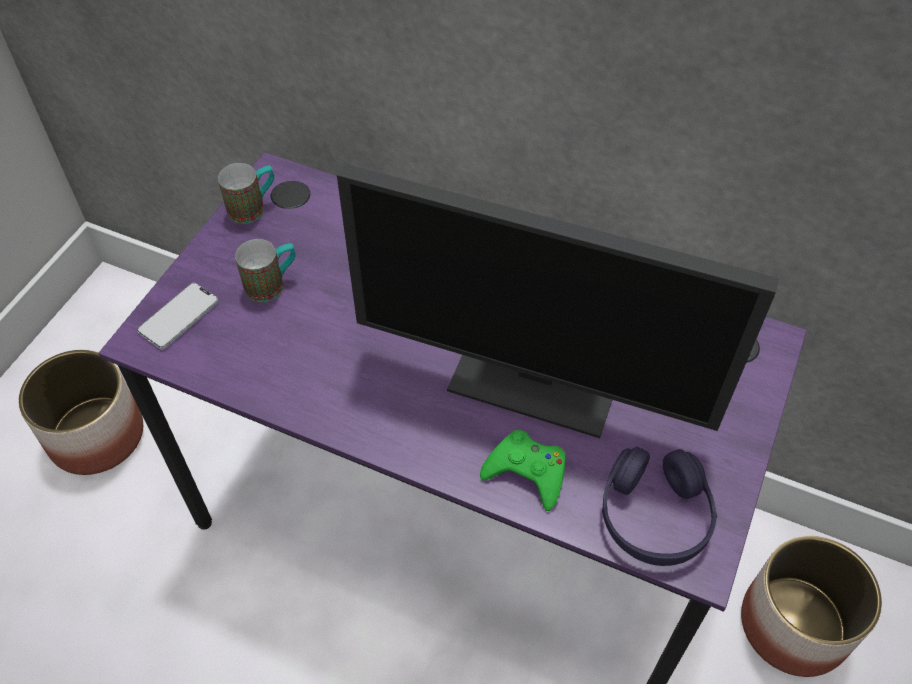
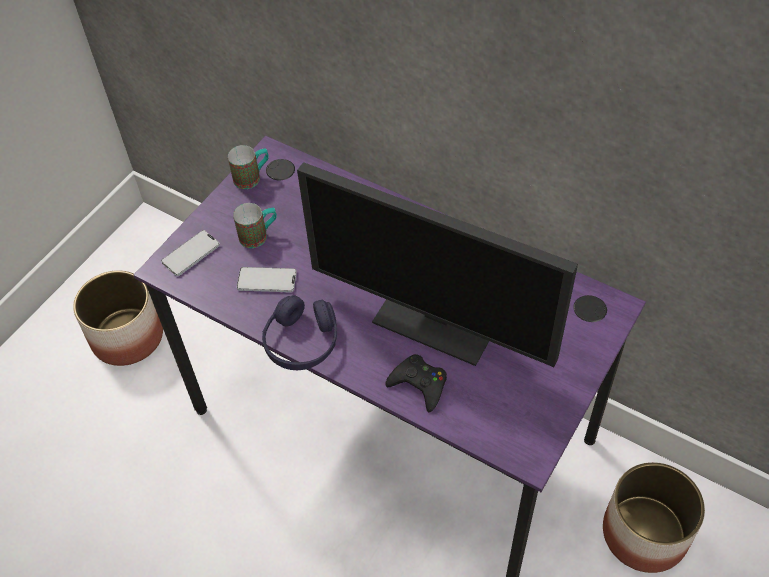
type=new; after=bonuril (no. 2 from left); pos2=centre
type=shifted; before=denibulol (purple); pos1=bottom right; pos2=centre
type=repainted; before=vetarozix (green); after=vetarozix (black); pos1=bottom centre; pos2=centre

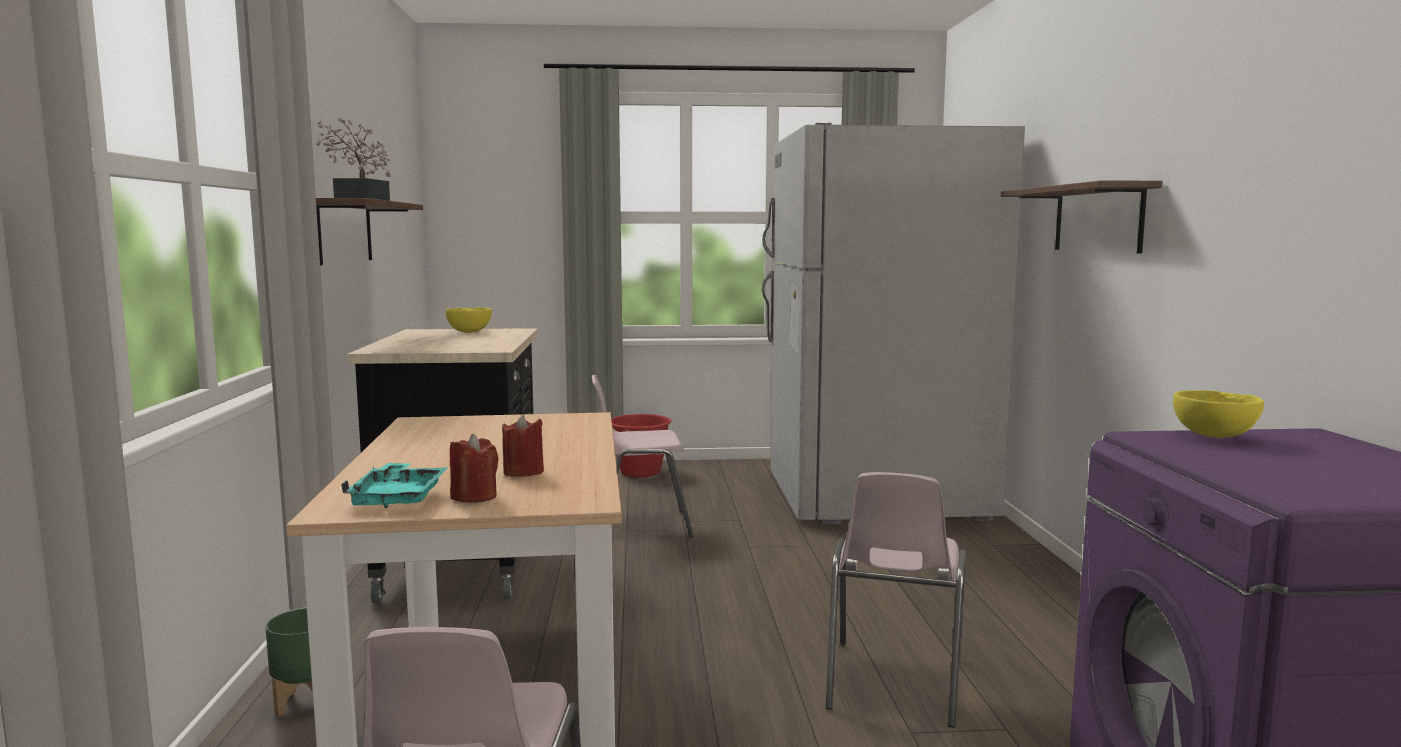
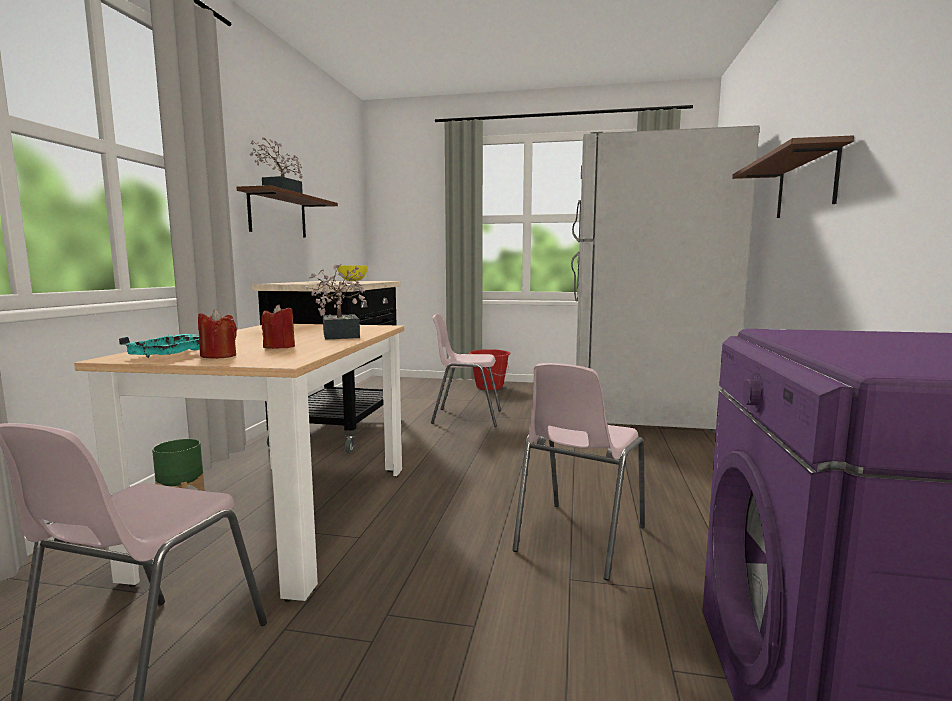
type=new; after=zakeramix (no. 2 from left); pos2=centre
type=gone; before=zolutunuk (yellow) (no. 2 from left); pos1=middle right

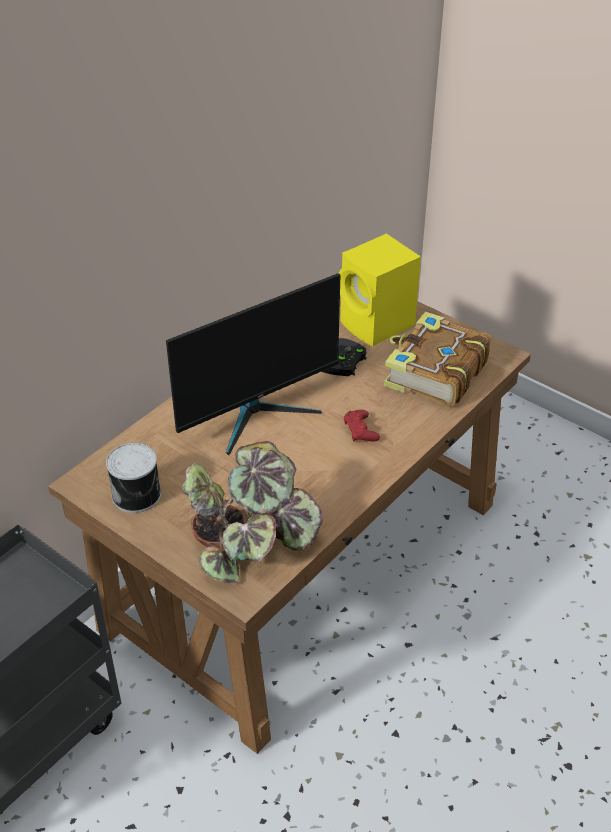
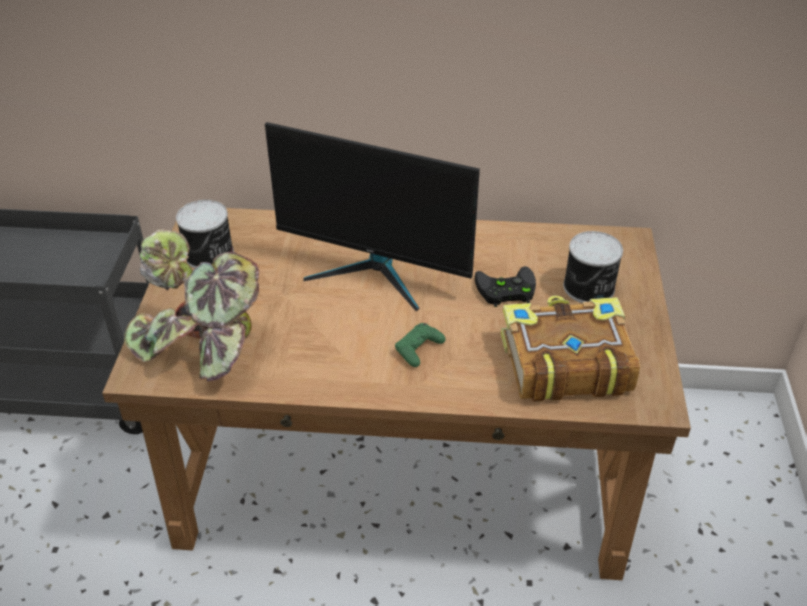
type=repainted; before=vetarozix (red); after=vetarozix (green); pos1=centre; pos2=centre
type=swapped; before=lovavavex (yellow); after=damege (no. 2 from left); pos1=centre; pos2=middle right

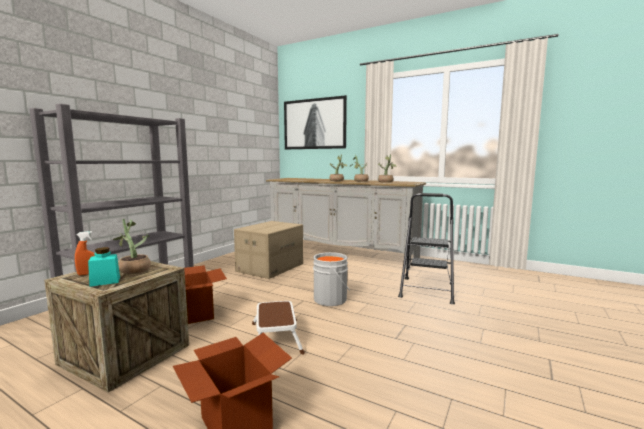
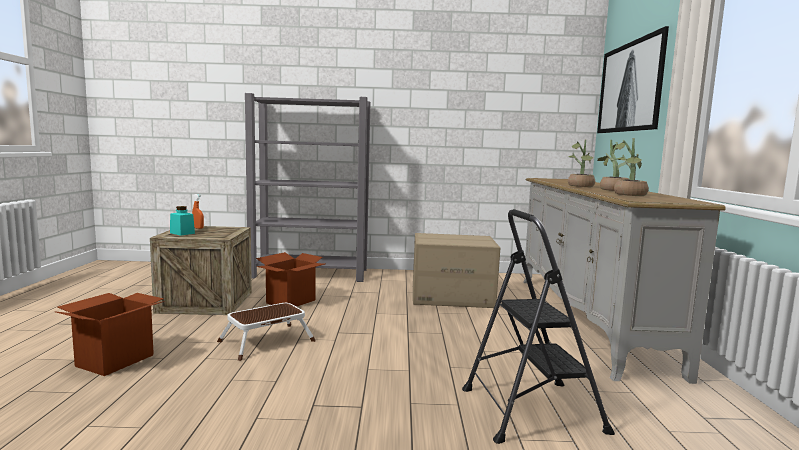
type=gone; before=zakeramix (no. 1 from left); pos1=middle left
type=gone; before=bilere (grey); pos1=centre

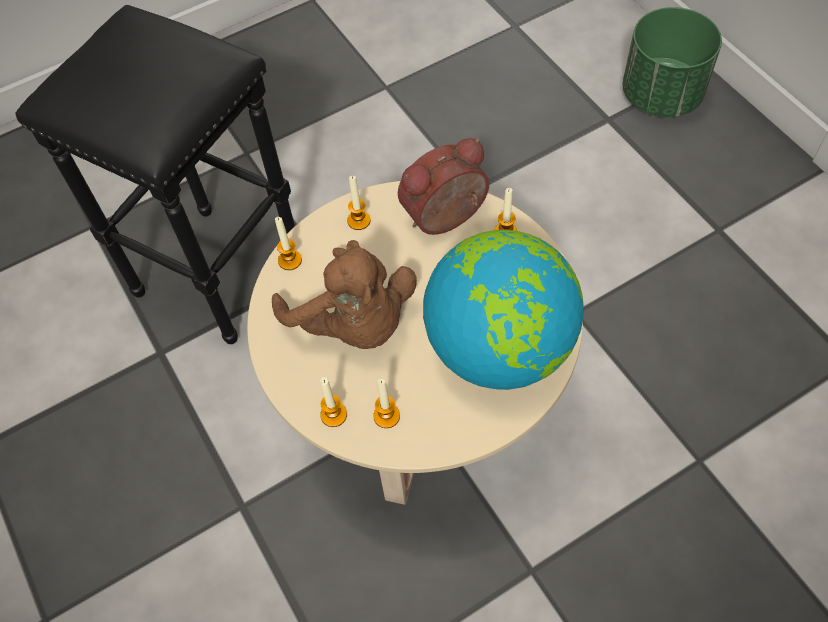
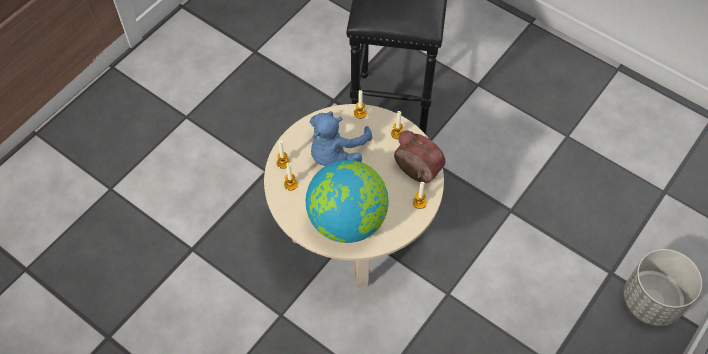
type=repainted; before=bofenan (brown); after=bofenan (blue); pos1=centre; pos2=centre
type=repainted; before=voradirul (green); after=voradirul (grey); pos1=top right; pos2=bottom right

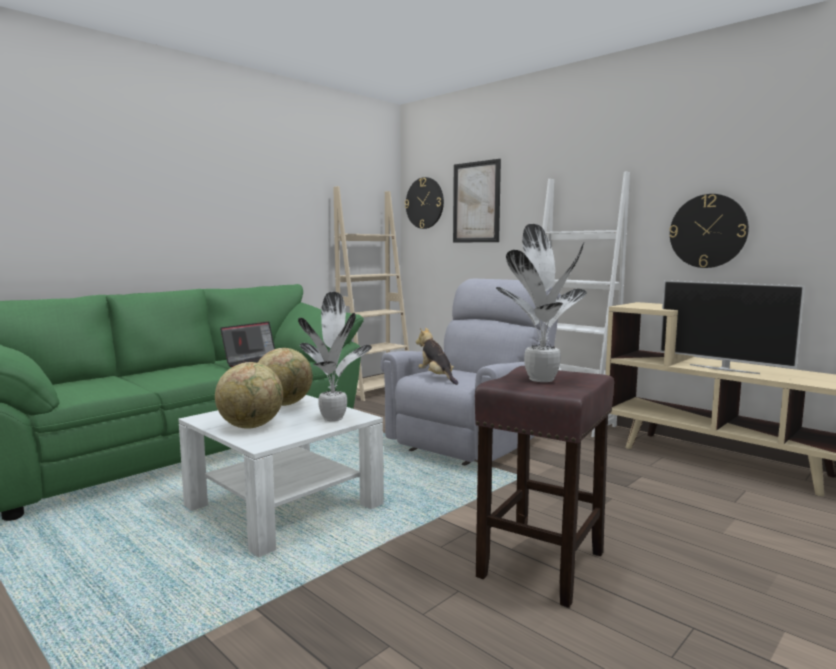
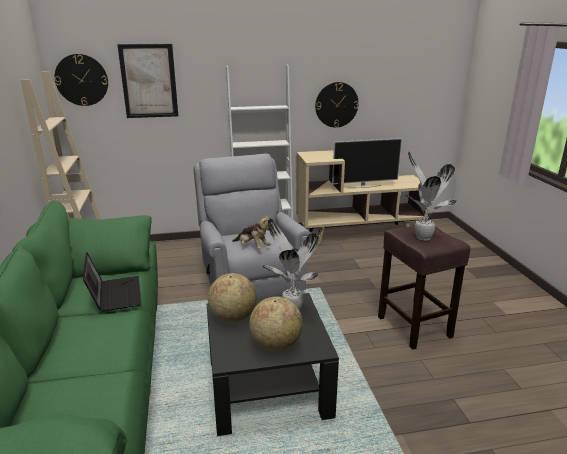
type=repainted; before=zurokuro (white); after=zurokuro (black); pos1=bottom centre; pos2=bottom centre
type=rotated; before=bofenan; pos1=centre; pos2=centre; turn=-150

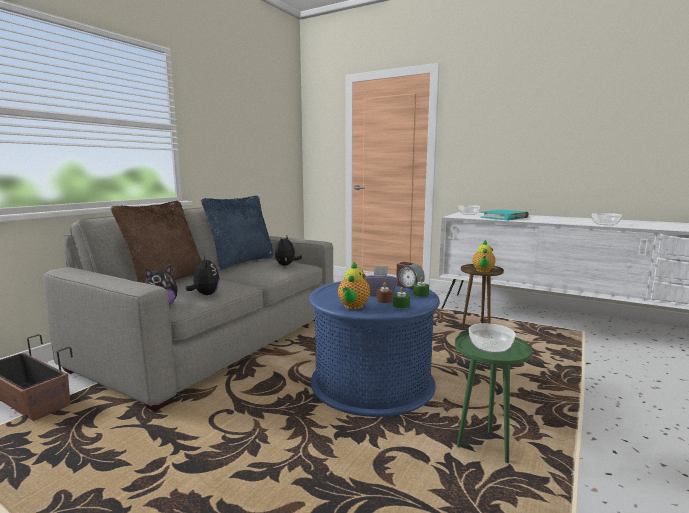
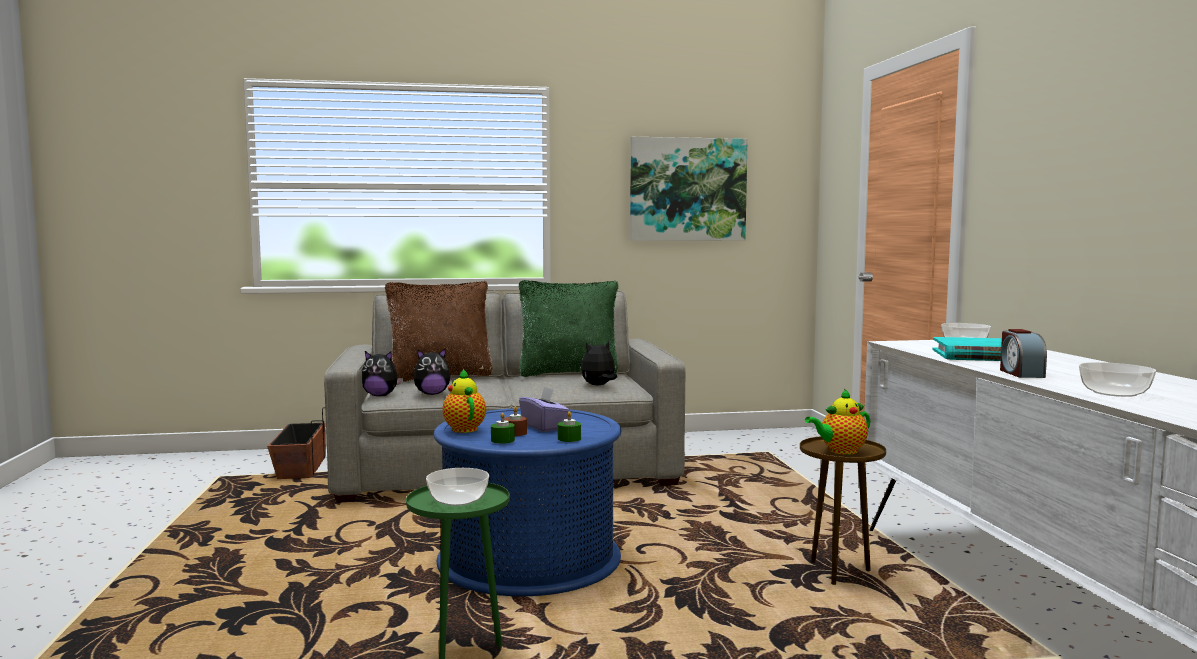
type=rotated; before=bofenan (no. 2 from left); pos1=middle left; pos2=centre; turn=45
type=rotated; before=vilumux (no. 1 from left); pos1=centre; pos2=centre; turn=90
type=repainted; before=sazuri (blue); after=sazuri (green); pos1=centre; pos2=centre
type=new; after=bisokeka; pos2=top centre
type=shifted; before=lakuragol; pos1=centre; pos2=middle right

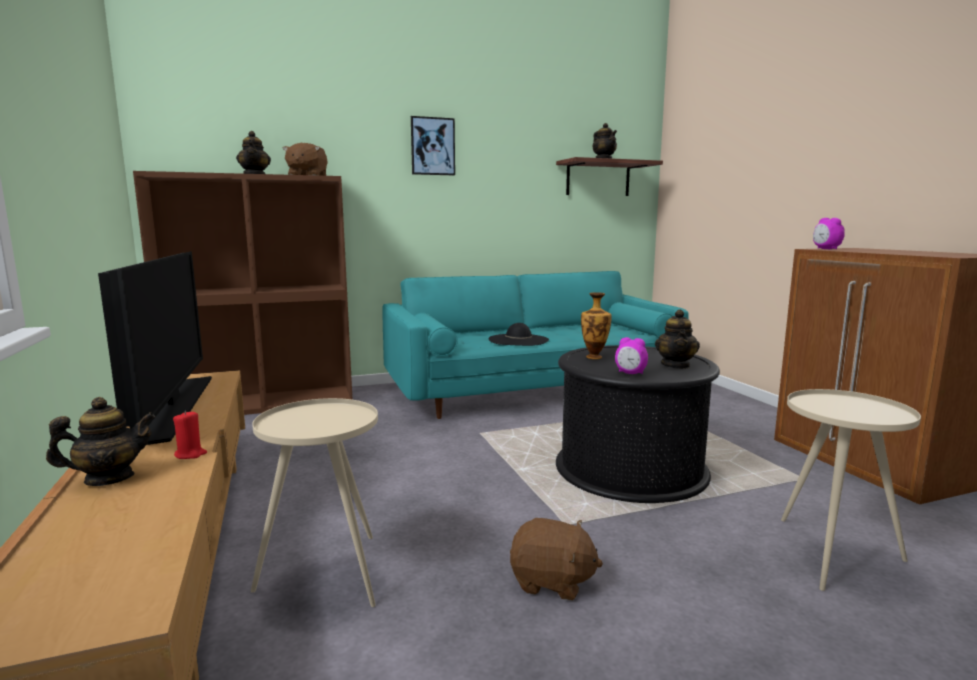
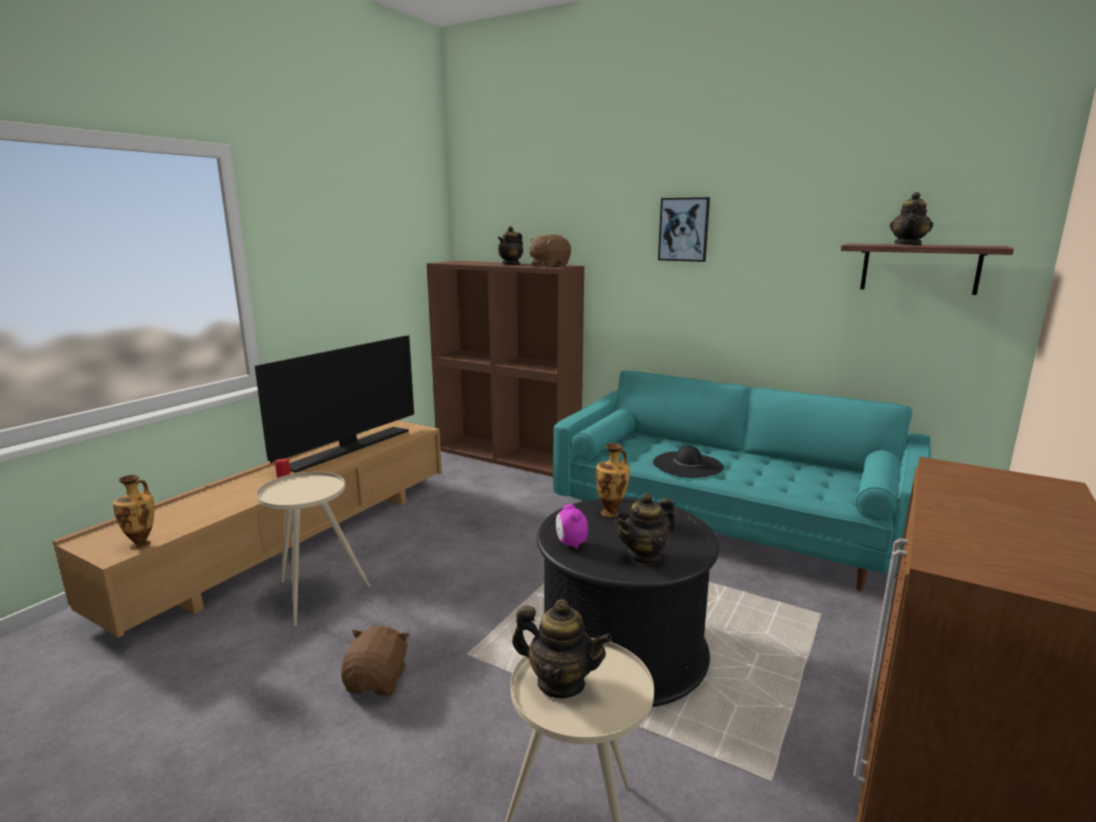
type=new; after=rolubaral (no. 1 from left); pos2=middle left
type=rotated; before=bofenan (brown) (no. 2 from left in the first image); pos1=bottom centre; pos2=bottom centre; turn=-150
type=shifted; before=vilumux (no. 1 from left in the first image); after=vilumux (no. 2 from left); pos1=middle left; pos2=bottom centre
type=gone; before=lakuragol (no. 2 from left); pos1=middle right

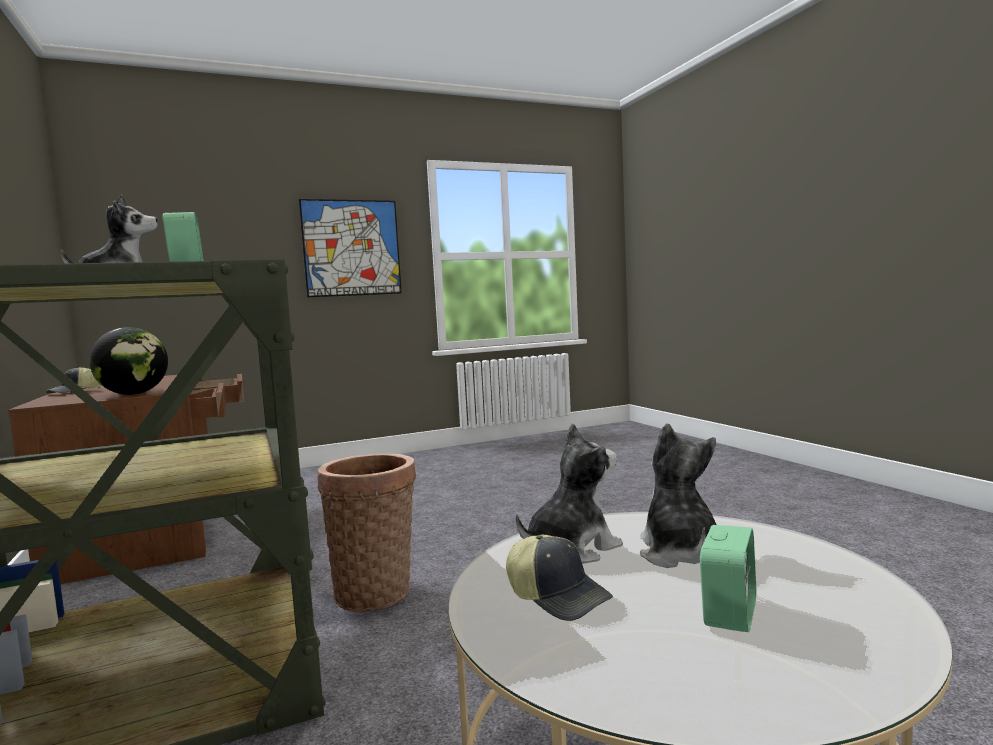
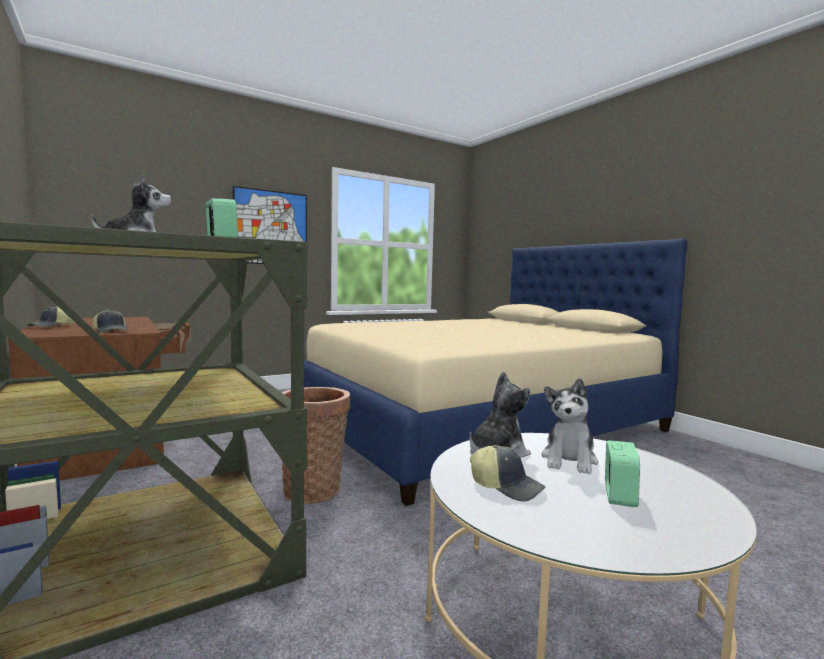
type=swapped; before=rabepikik; after=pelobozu (no. 2 from left); pos1=middle left; pos2=middle left
type=new; after=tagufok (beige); pos2=centre
type=rotated; before=bofenan (no. 3 from left); pos1=middle right; pos2=middle right; turn=-150

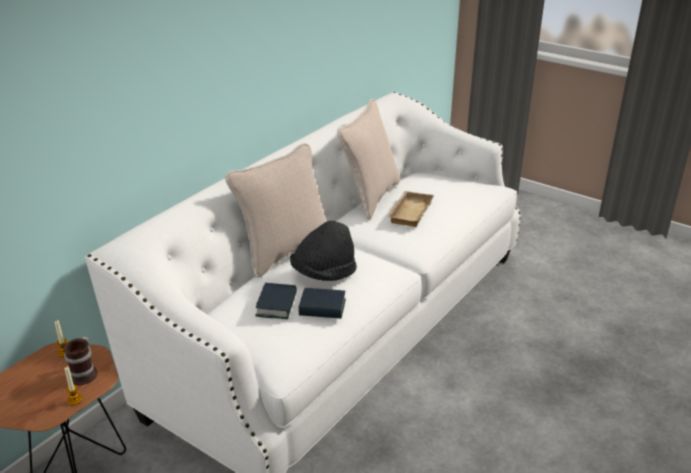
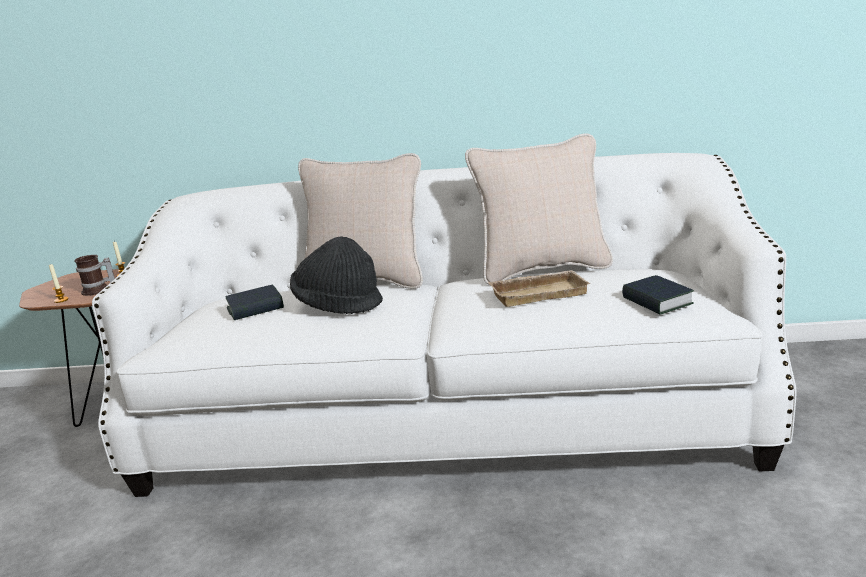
type=shifted; before=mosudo (no. 2 from left); pos1=centre; pos2=middle right

